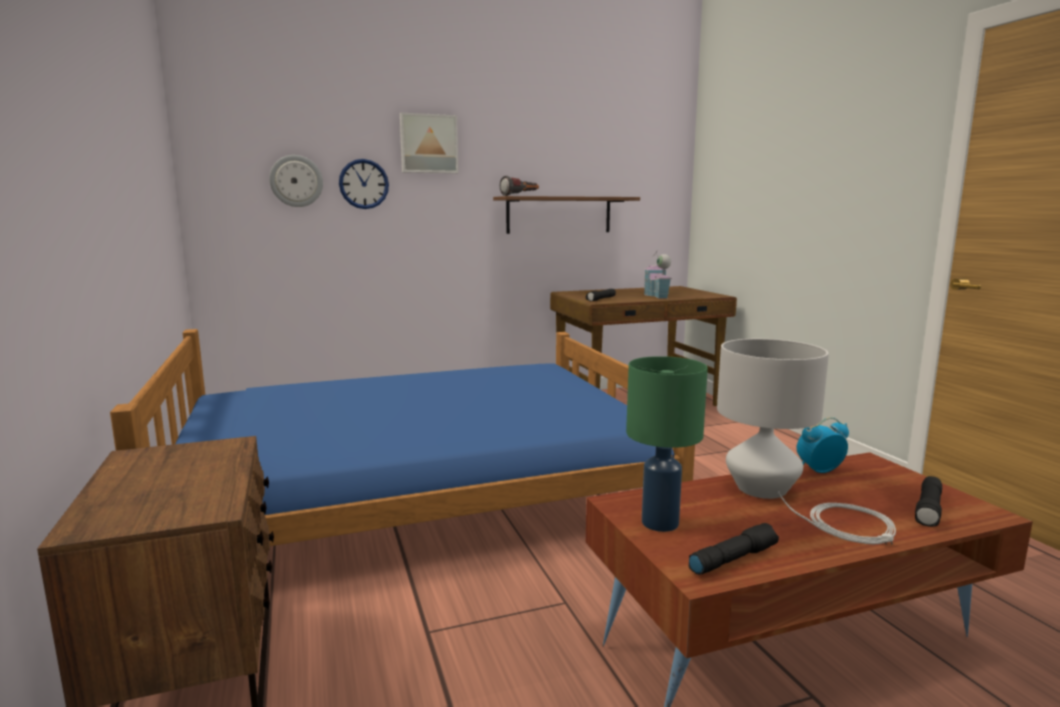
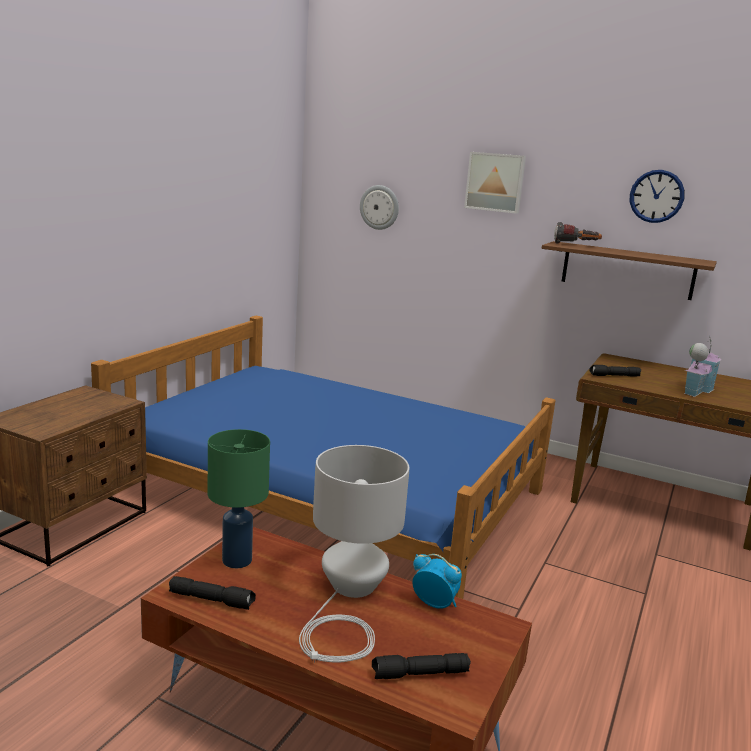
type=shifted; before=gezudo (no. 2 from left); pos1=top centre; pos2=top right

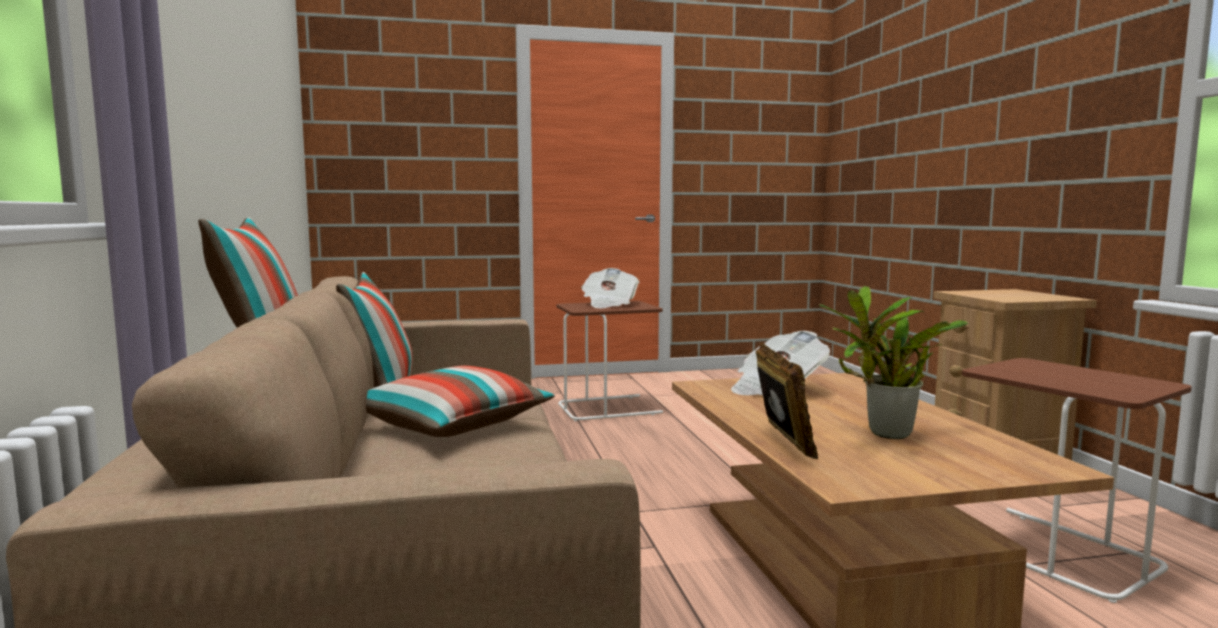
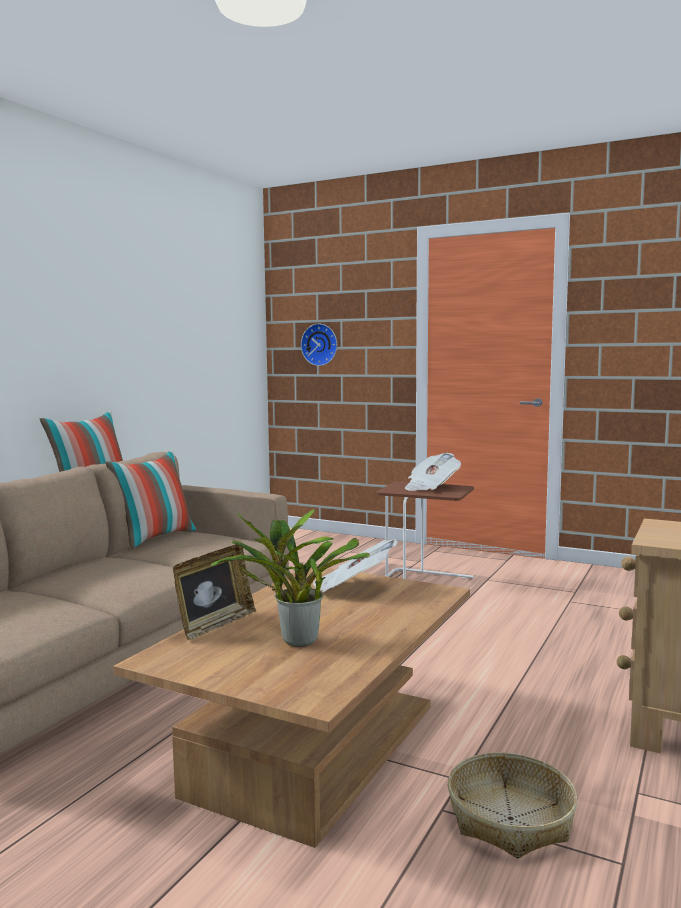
type=new; after=gezudo; pos2=centre
type=swapped; before=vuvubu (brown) (no. 2 from left); after=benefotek; pos1=bottom right; pos2=bottom right
type=gone; before=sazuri (no. 3 from left); pos1=centre

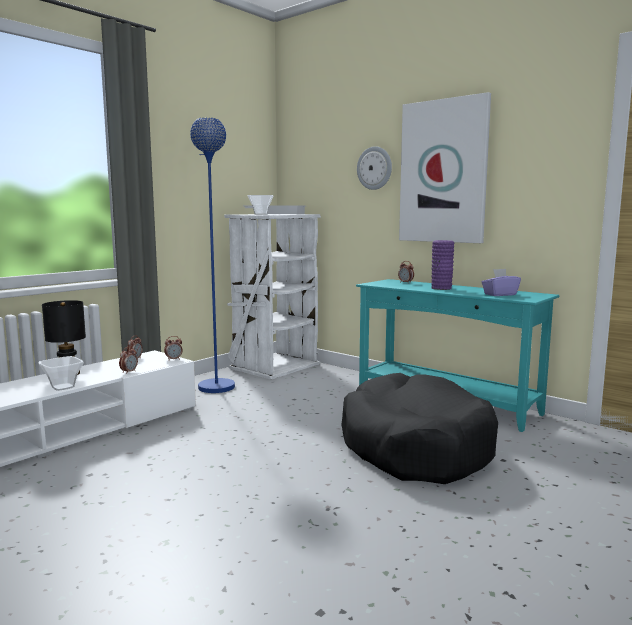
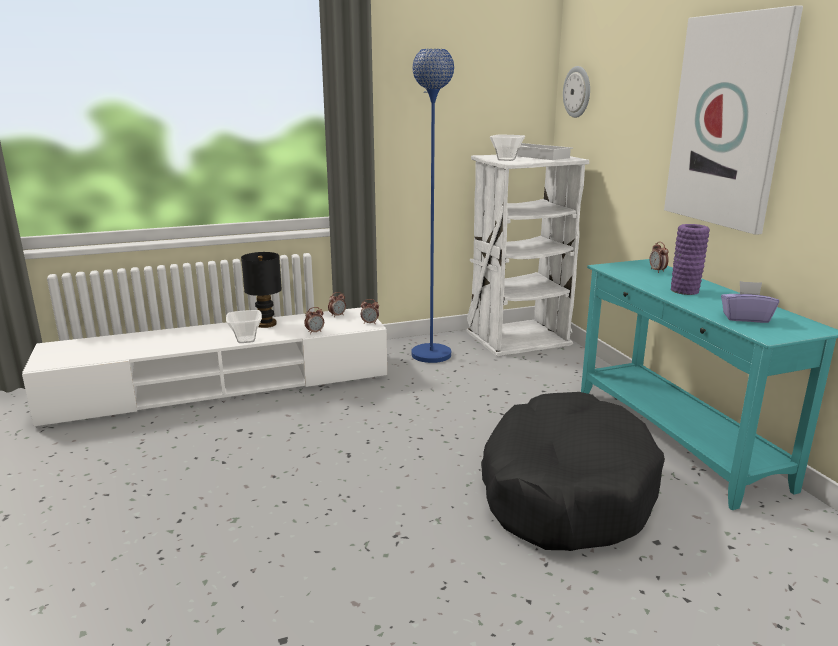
type=shifted; before=gezudo; pos1=top centre; pos2=top right

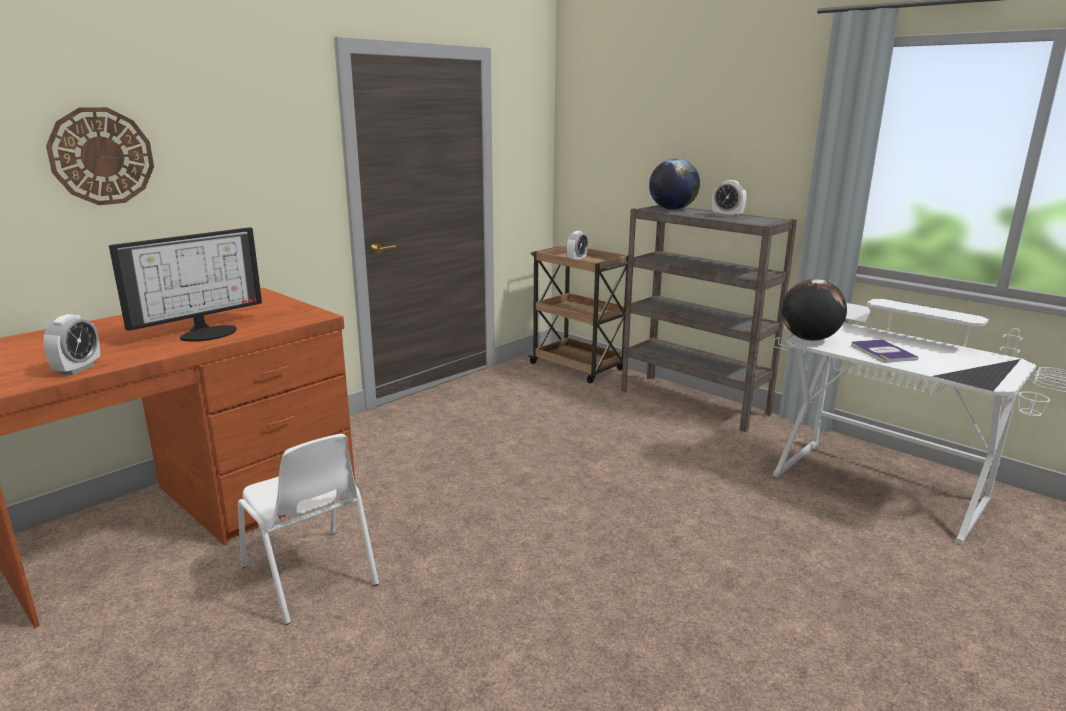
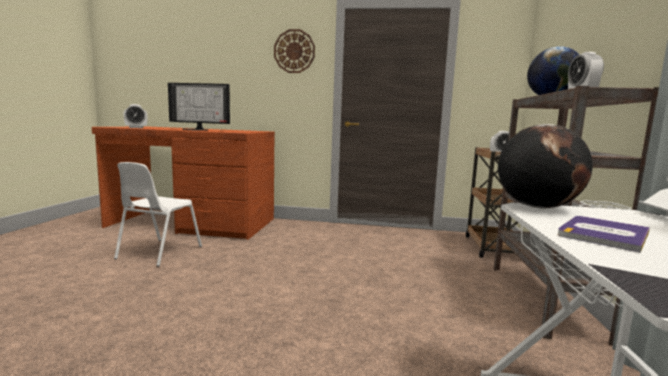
type=shifted; before=gezudo; pos1=top left; pos2=top centre

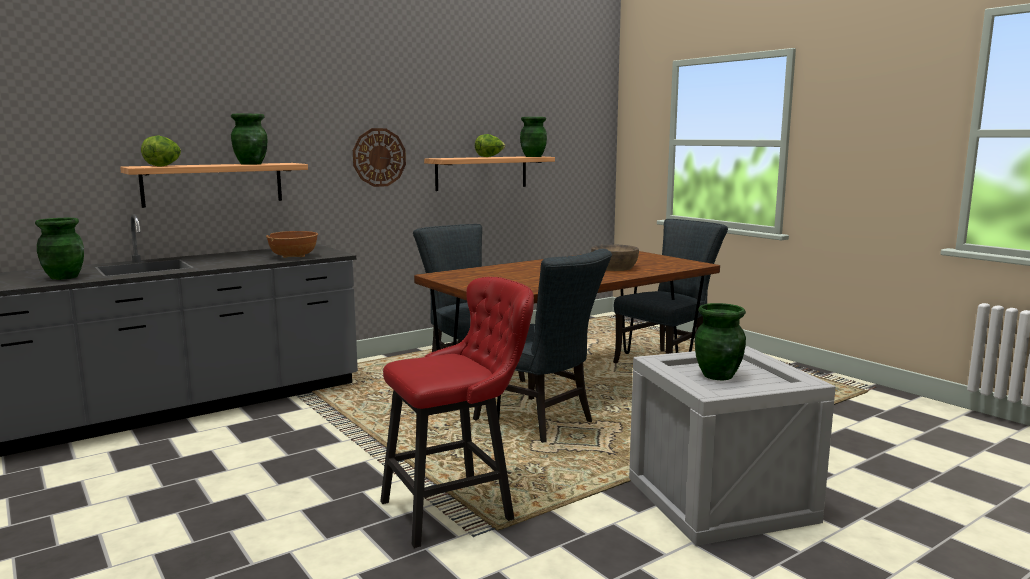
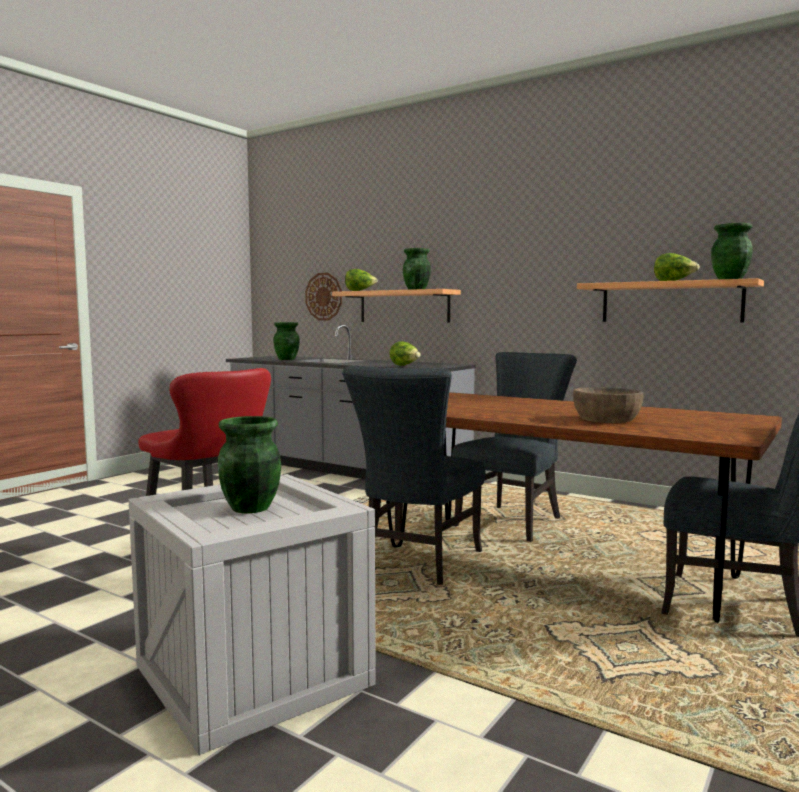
type=shifted; before=gezudo; pos1=top centre; pos2=centre
type=swapped; before=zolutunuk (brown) (no. 1 from left); after=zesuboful (no. 2 from left); pos1=middle left; pos2=centre

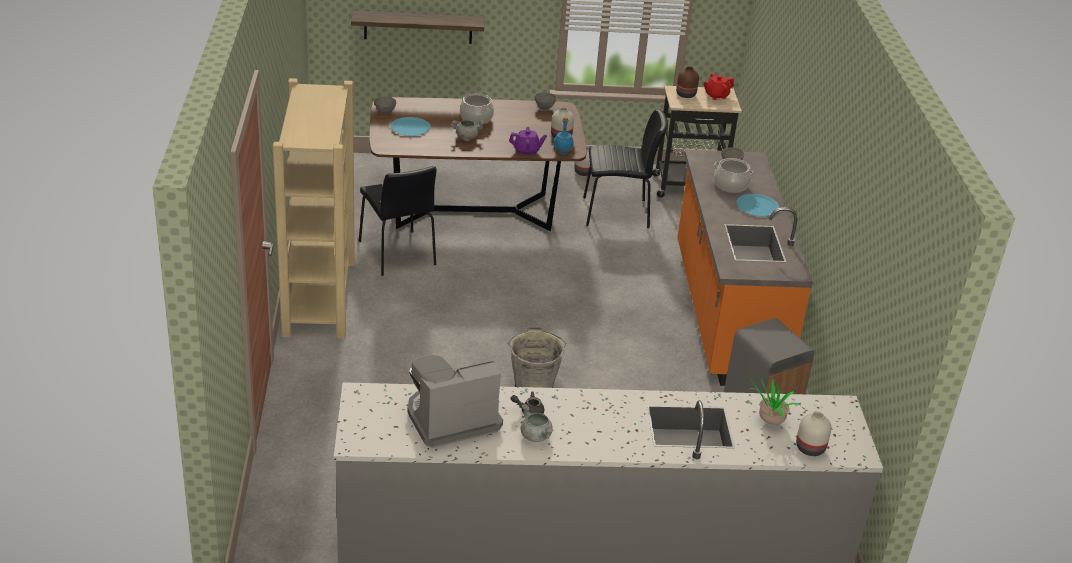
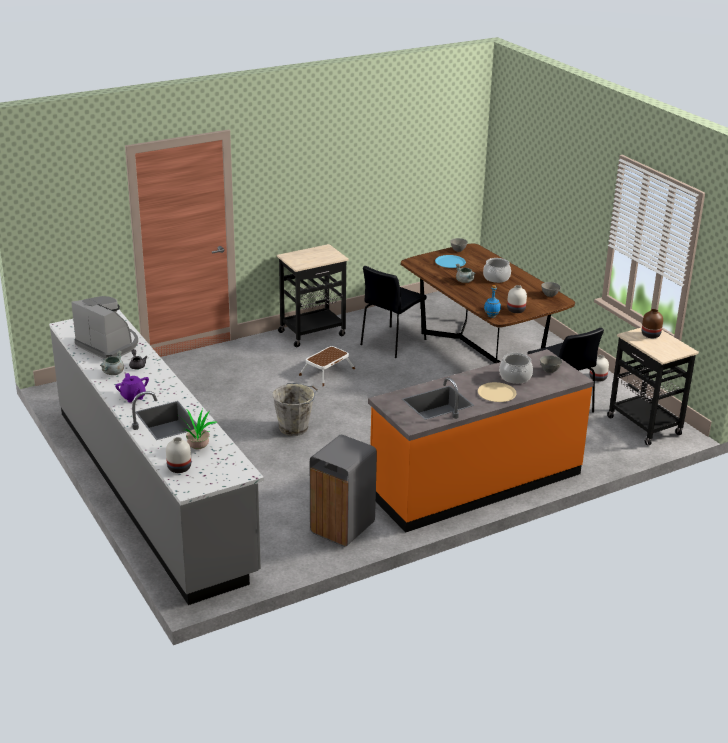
type=shifted; before=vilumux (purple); pos1=top centre; pos2=middle left
type=swapped; before=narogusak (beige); after=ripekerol (no. 1 from left); pos1=middle left; pos2=centre
type=new; after=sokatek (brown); pos2=centre
type=repainted; before=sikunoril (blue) (no. 2 from left); after=sikunoril (beige); pos1=middle right; pos2=middle right
type=gone; before=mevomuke; pos1=top centre
type=gone; before=vilumux (red); pos1=top right

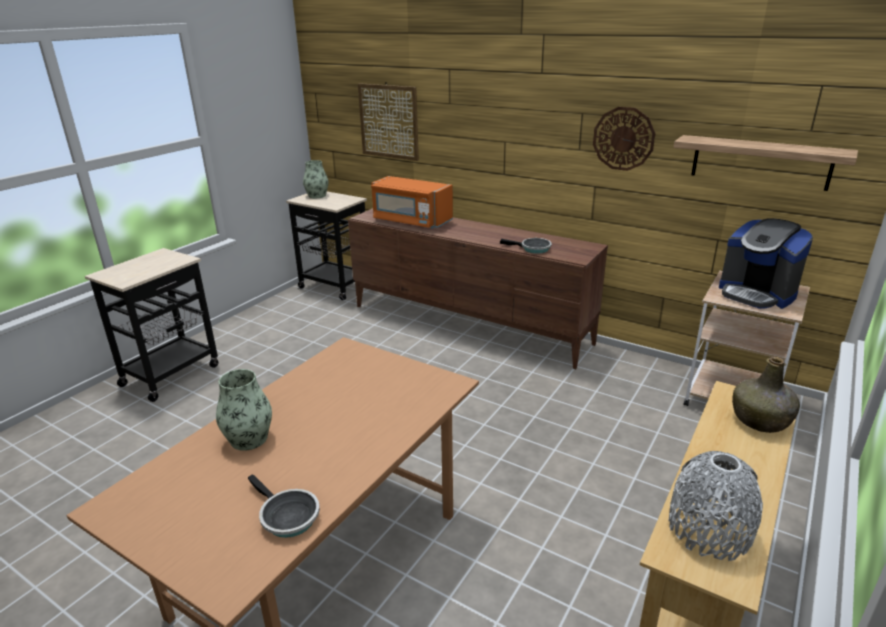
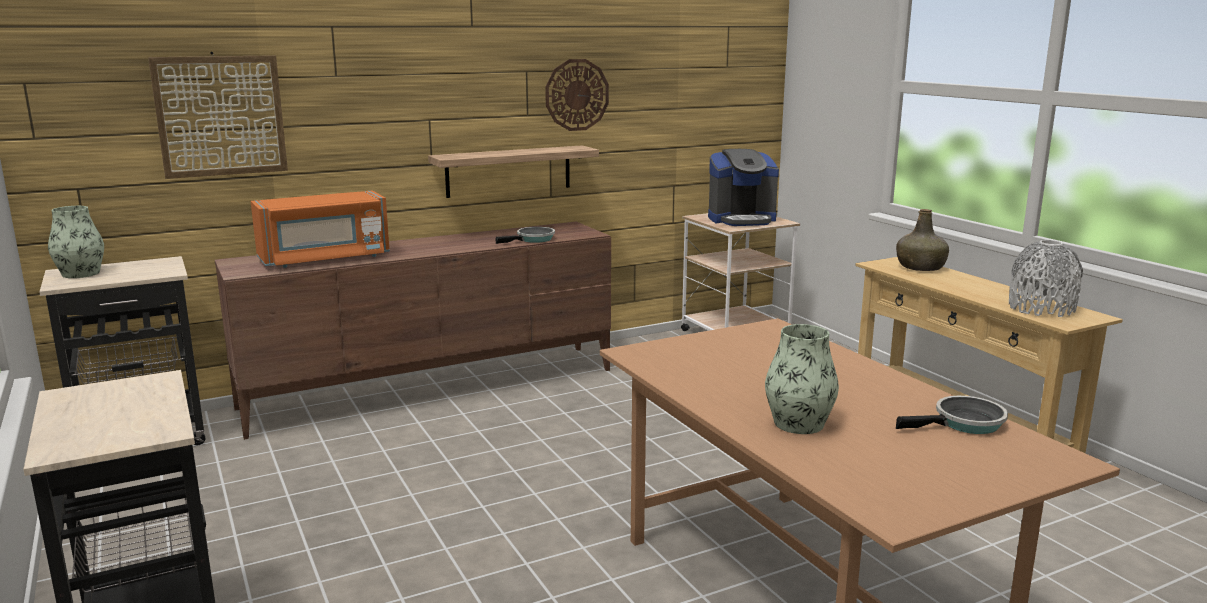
type=shifted; before=mevomuke; pos1=top right; pos2=top centre

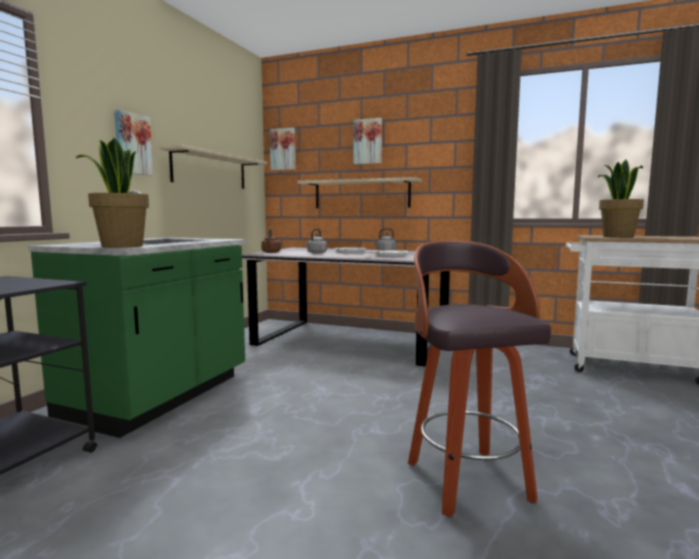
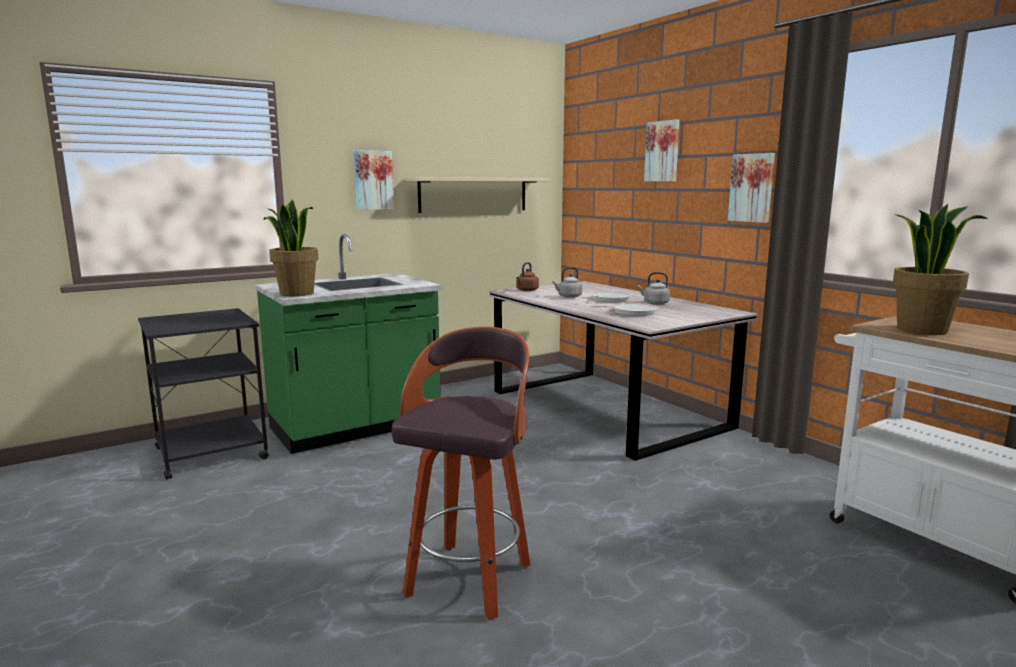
type=shifted; before=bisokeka (no. 2 from left in the first image); after=bisokeka (no. 3 from left); pos1=top centre; pos2=top right
type=gone; before=mevomuke (beige) (no. 2 from left); pos1=centre

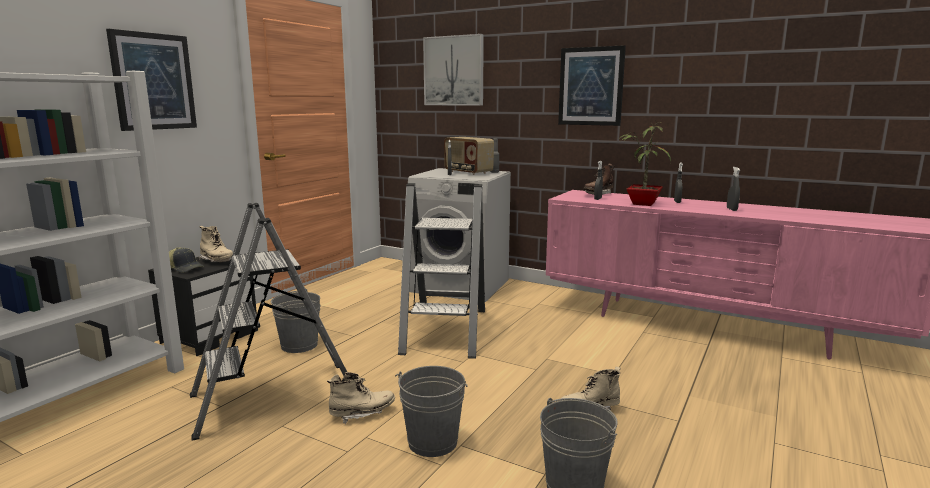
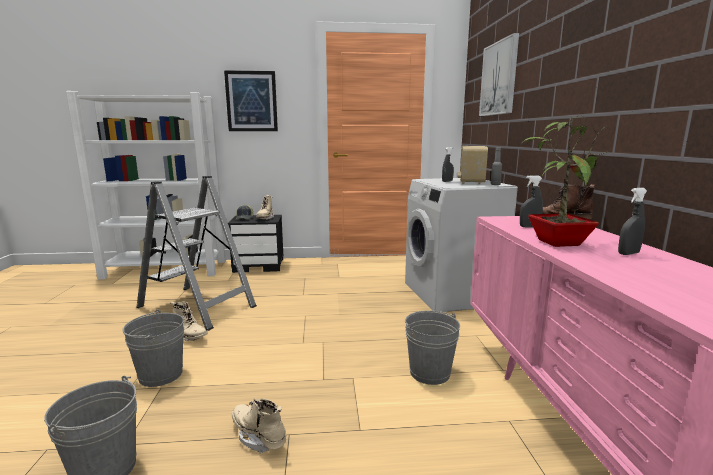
type=shifted; before=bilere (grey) (no. 1 from left in the first image); after=bilere (grey) (no. 3 from left); pos1=middle left; pos2=bottom centre
type=gone; before=sokatek (grey) (no. 2 from left); pos1=centre
type=gone; before=bisokeka (no. 3 from left); pos1=top centre
type=gone; before=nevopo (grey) (no. 4 from left); pos1=middle right

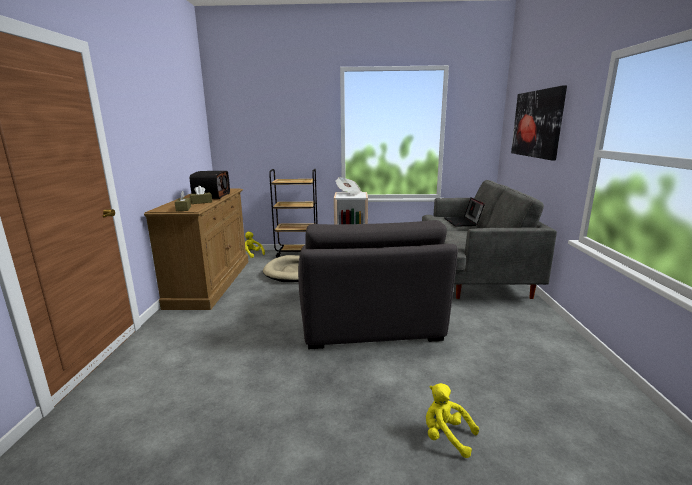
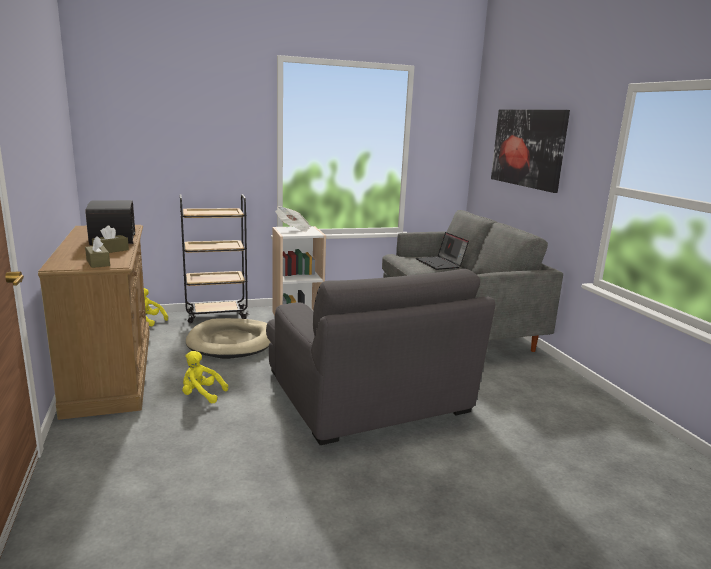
type=shifted; before=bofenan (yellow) (no. 2 from left); pos1=bottom centre; pos2=middle left

